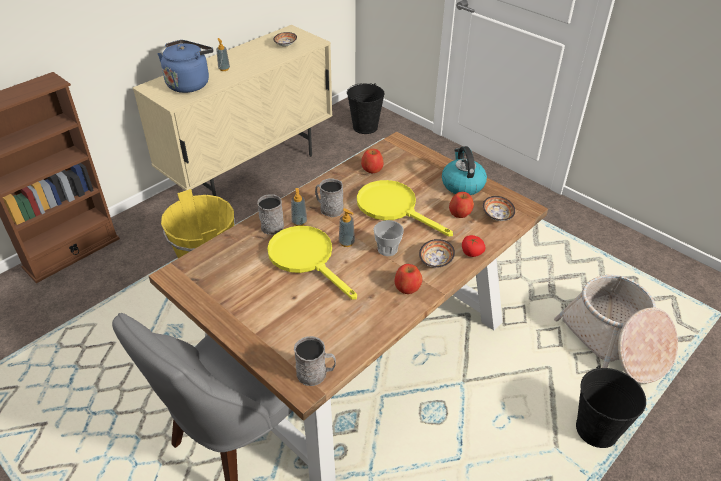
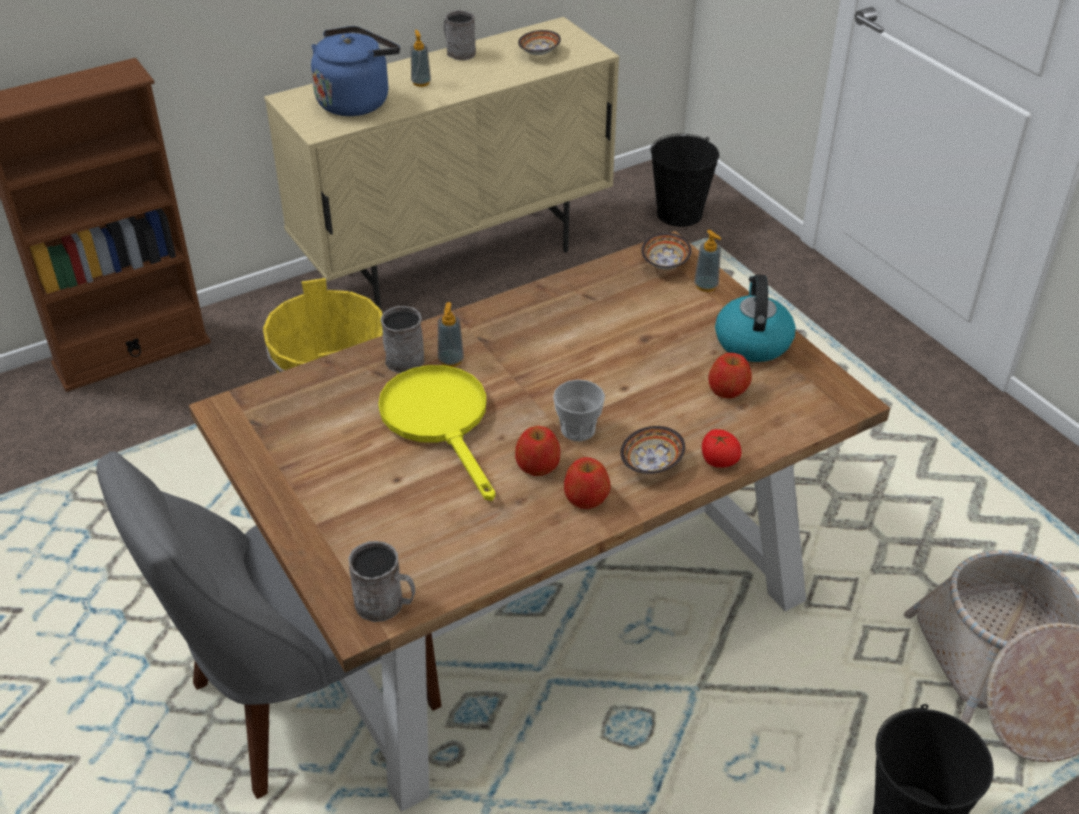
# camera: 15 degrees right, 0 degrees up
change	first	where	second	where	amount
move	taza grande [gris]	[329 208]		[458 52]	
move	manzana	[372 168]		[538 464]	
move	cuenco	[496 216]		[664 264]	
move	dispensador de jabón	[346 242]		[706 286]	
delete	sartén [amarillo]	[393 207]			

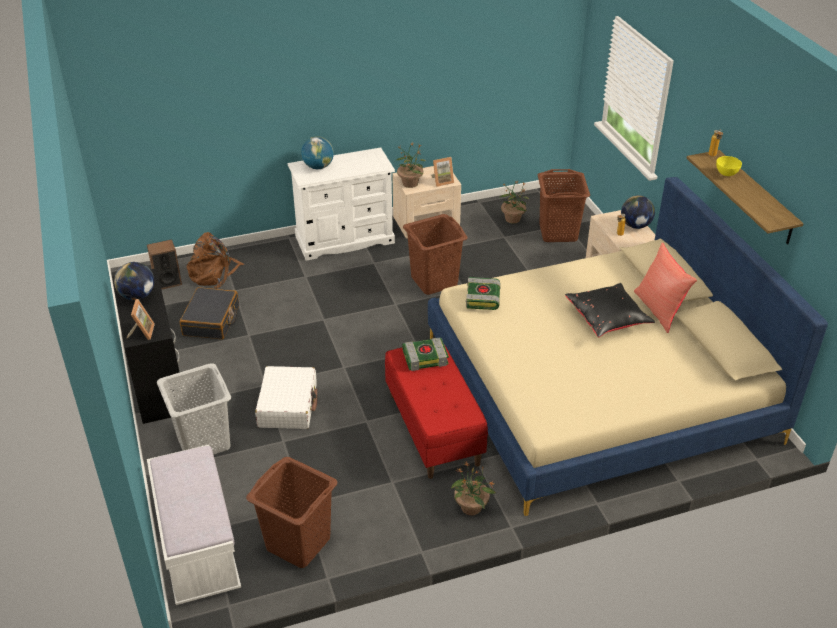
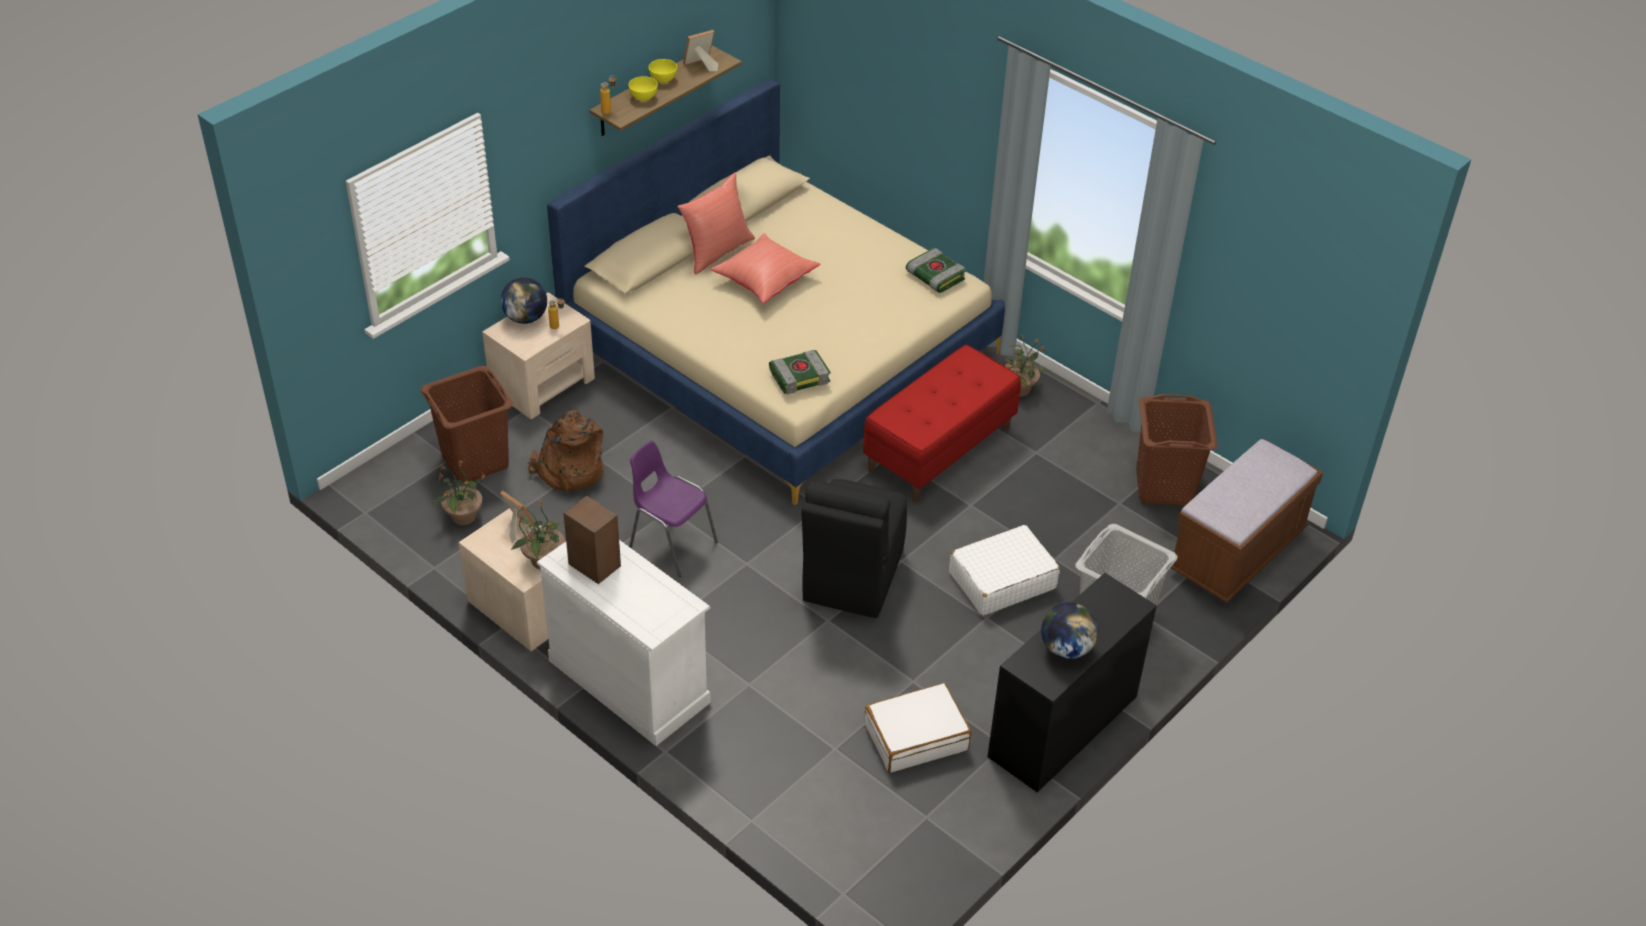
# camera: 120 degrees left, 5 degrees up
change	first	where	second	where	amount
move	mochila [marrón]	[214 274]		[569 470]	
move	altavoz	[167 282]		[594 565]	
replace	cesto de la ropa [marrón]	[434 281]	silla [morado]	[671 543]	
insert			cuenco [amarillo]	[663 79]	
move	portarretratos	[142 332]		[700 65]	
recolor	cojín [negro]	[607 320]	cojín [rojo]	[764 280]	
insert			silla [negro]	[851 577]	
recolor	maleta [negro]	[211 321]	maleta [blanco]	[916 736]	
move	libro	[425 357]		[934 276]	
recolor	banco [blanco]	[198 549]	banco [marrón]	[1237 553]	
delete	globo terráqueo	[318 167]			

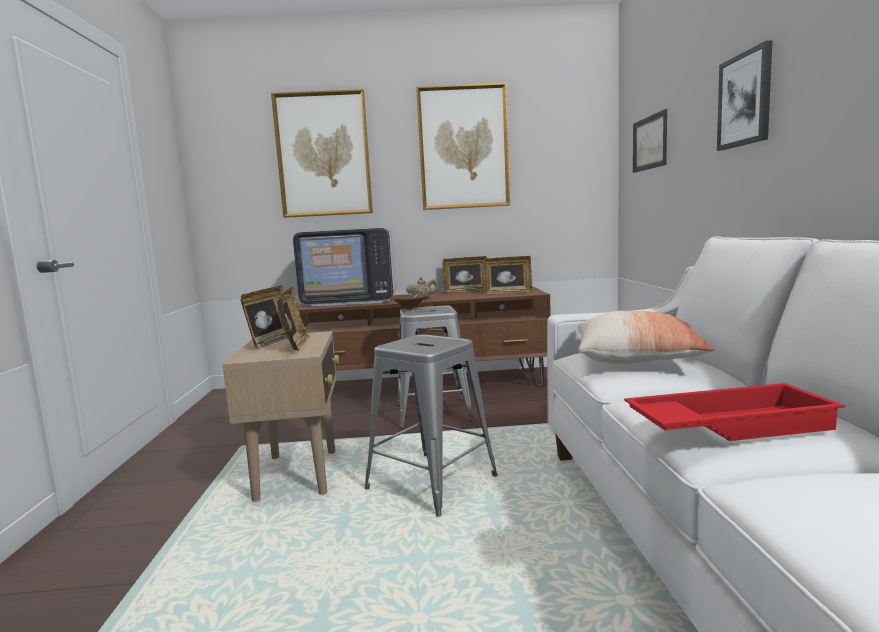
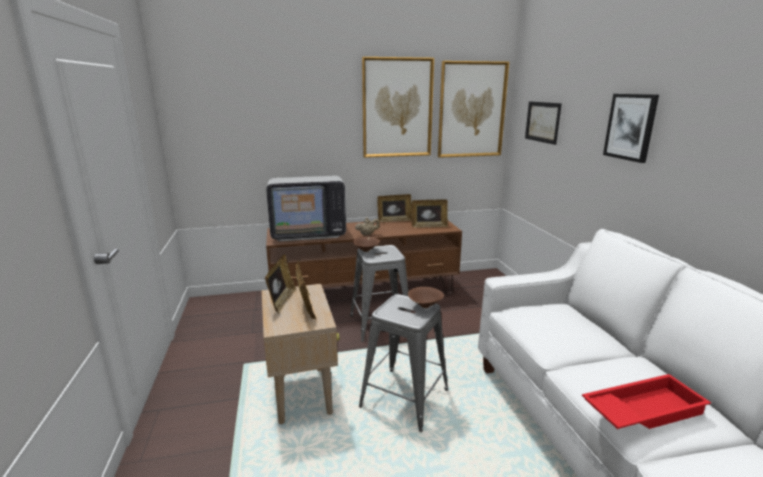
# camera: 10 degrees left, 10 degrees up
change	first	where	second	where	amount
insert			cuenco [marrón]	[424 306]	
move	cuadro	[323 155]		[471 110]	
delete	cojín	[637 359]			

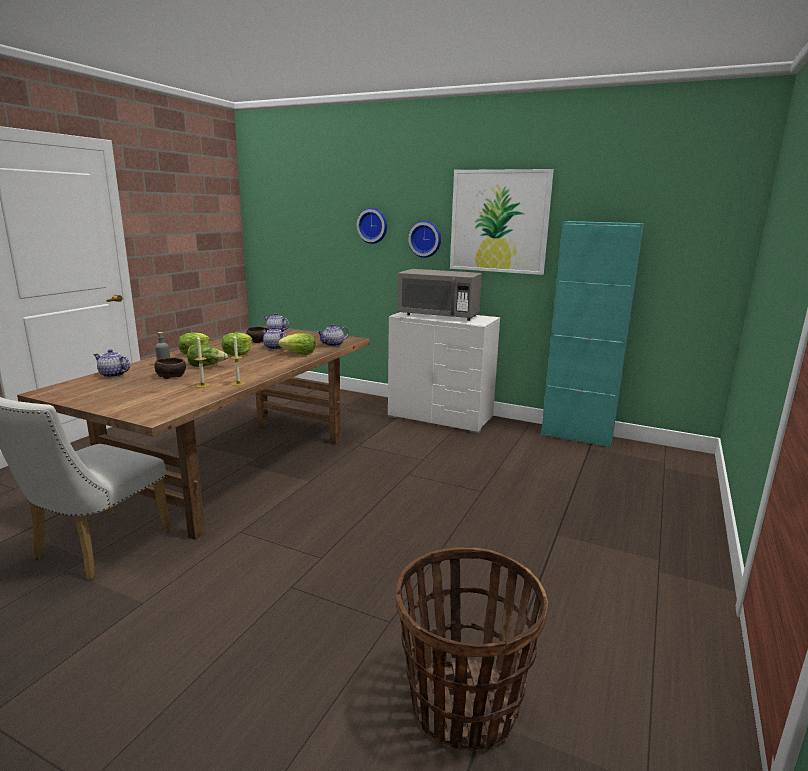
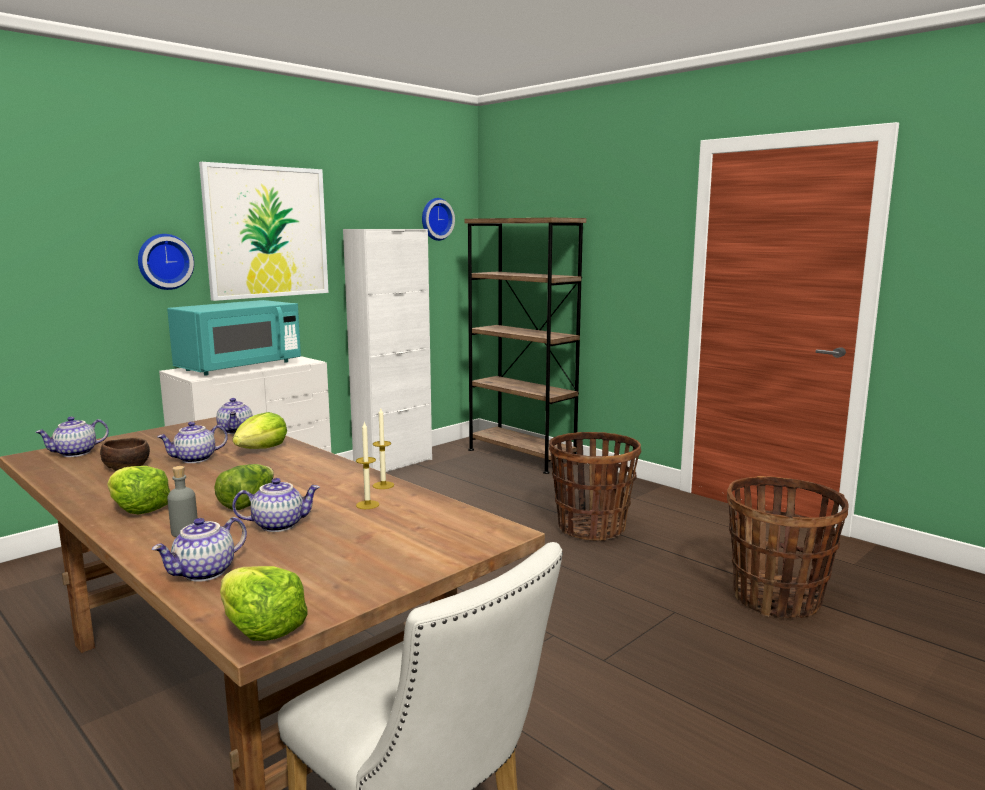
# camera: 70 degrees left, 5 degrees down
change	first	where	second	where	amount
recolor	microondas [gris]	[438 316]	microondas [turquesa]	[239 367]	
move	lechuga	[238 353]		[261 628]	
replace	cuenco [marrón]	[172 375]	tetera	[279 525]	
recolor	armario [turquesa]	[576 436]	armario [blanco]	[393 464]	
move	reloj de pared	[373 225]		[435 219]	
insert			estantería [marrón]	[521 456]	
insert			cesta	[591 528]	

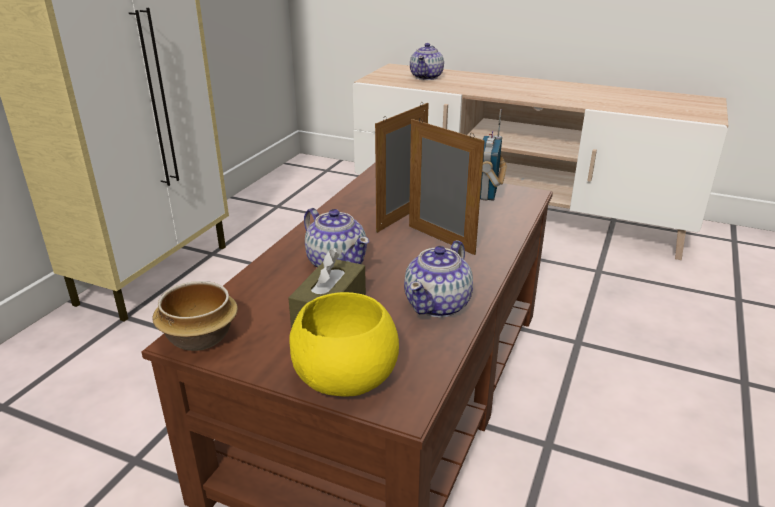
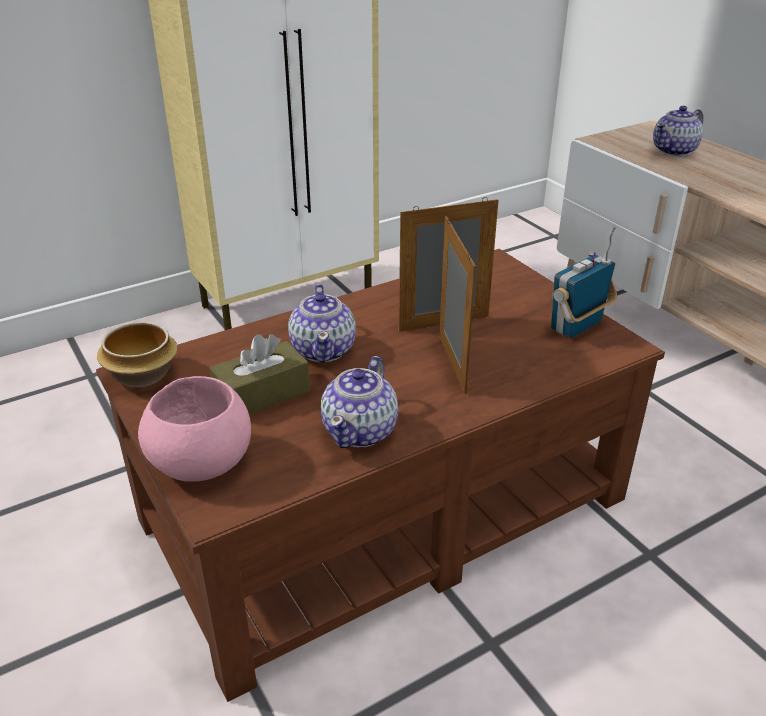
# camera: 35 degrees right, 5 degrees up
change	first	where	second	where	amount
recolor	cuenco [amarillo]	[345 376]	cuenco [rosa]	[202 460]	
rotate	tetera	[438 304]		[361 431]	45 degrees counterclockwise

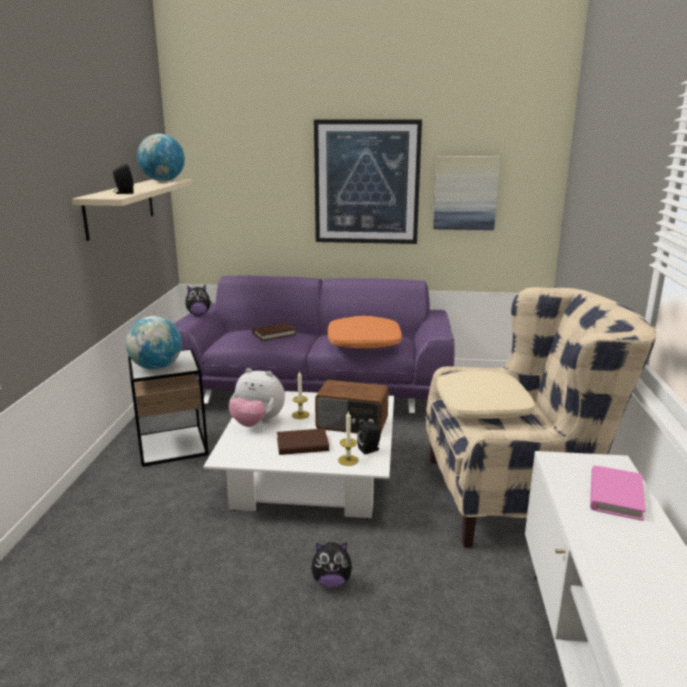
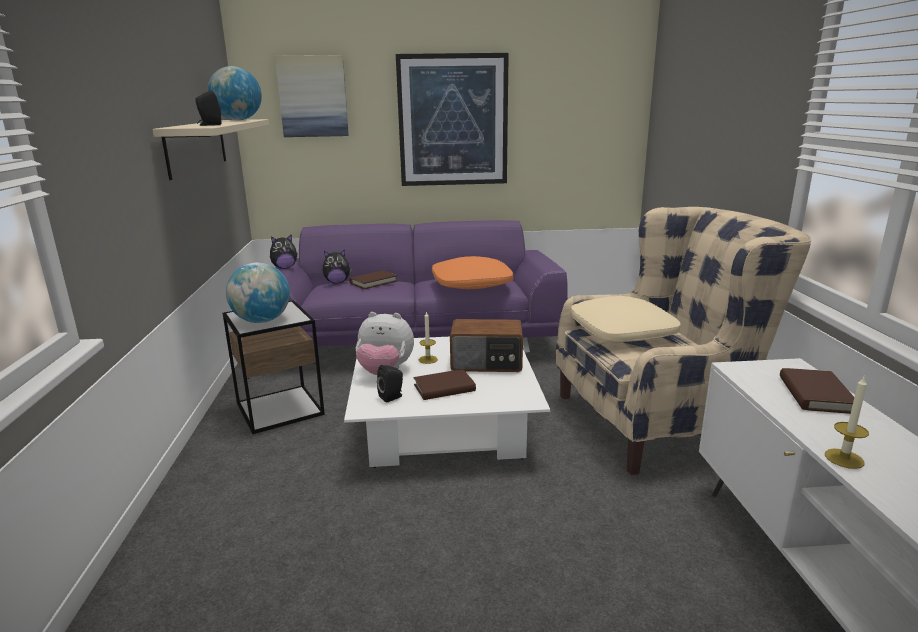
# camera: 10 degrees left, 0 degrees up
change	first	where	second	where	amount
move	cuadro	[465 193]		[313 96]	
move	peluche	[331 582]		[337 282]	
move	altavoz [negro]	[370 449]		[392 397]	
recolor	libro [rosa]	[615 496]	libro [marrón]	[815 394]	
move	vela	[348 460]		[844 458]	

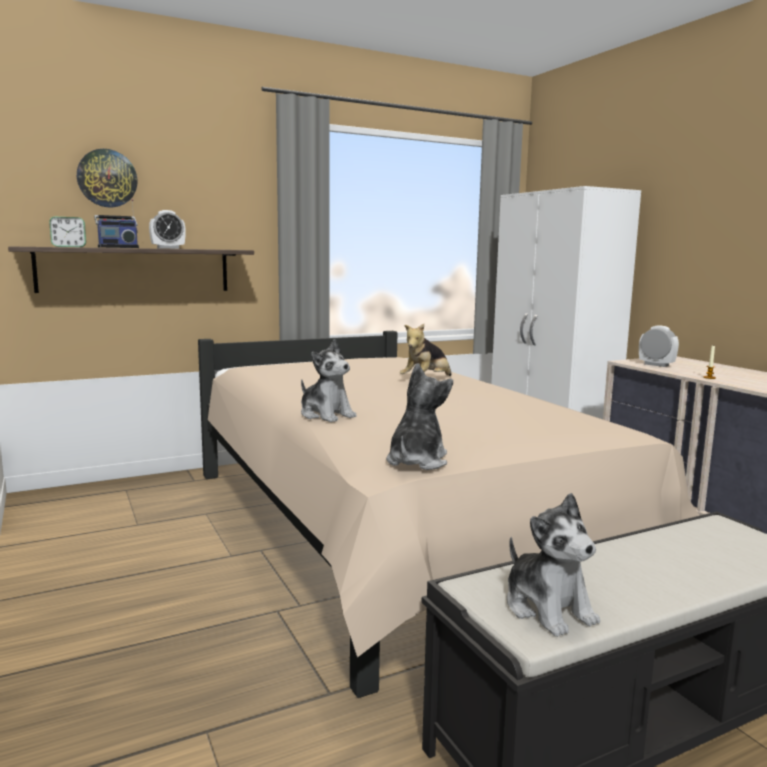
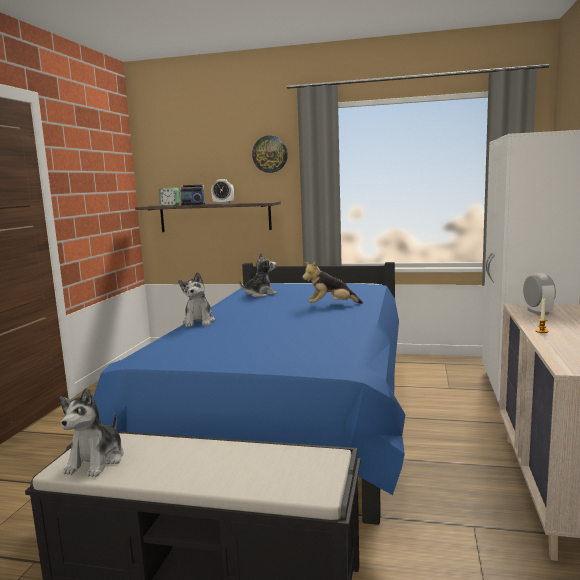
# camera: 40 degrees right, 0 degrees up
change	first	where	second	where	amount
recolor	cama [beis]	[389 534]	cama [azul]	[289 417]	
move	peluche	[416 461]		[260 294]	
move	reloj de pared	[107 178]		[270 154]	

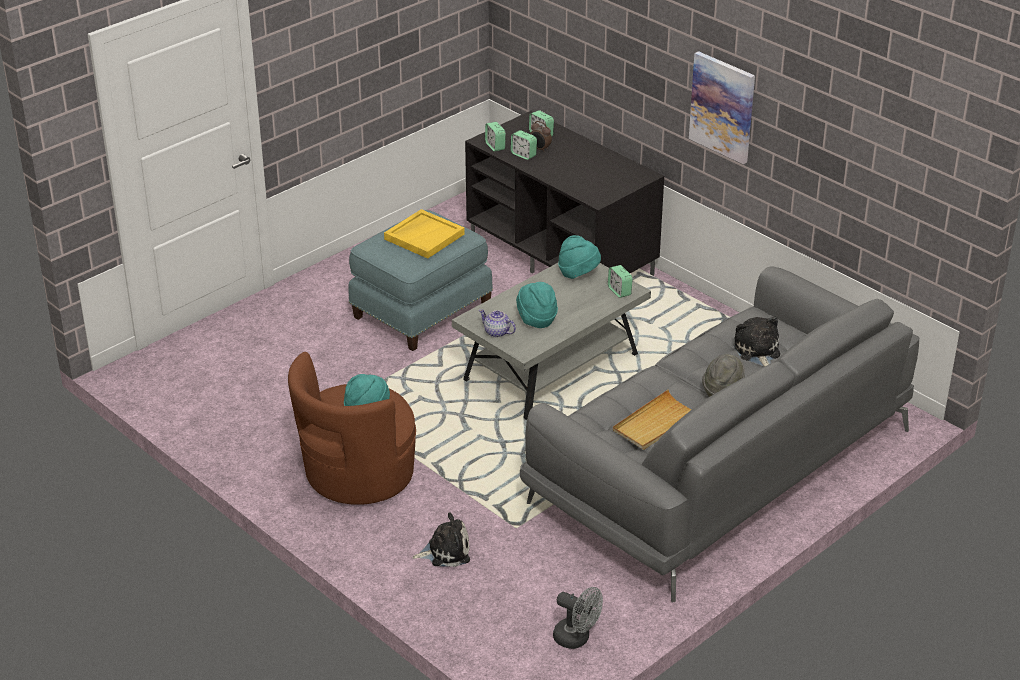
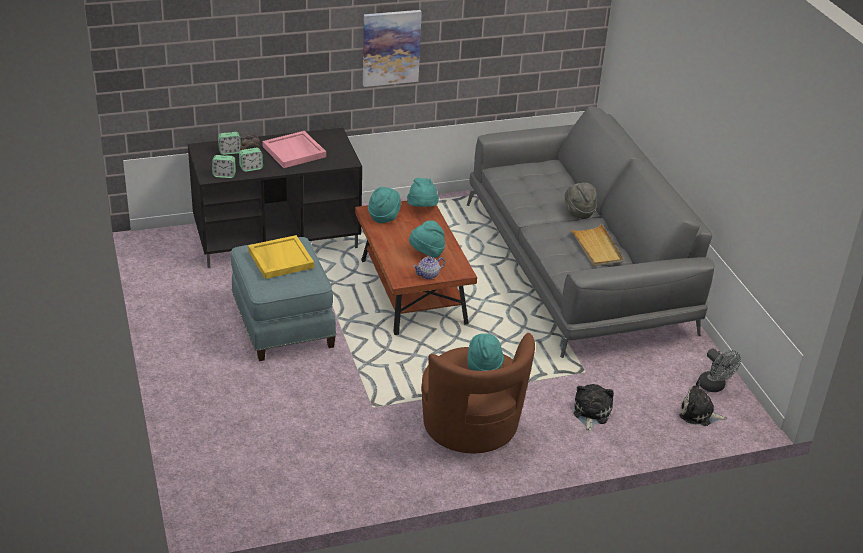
# camera: 65 degrees left, 0 degrees up
change	first	where	second	where	amount
insert			bandeja [rosa]	[294 152]	
recolor	mesa de centro [gris]	[551 367]	mesa de centro [marrón]	[412 292]	
replace	despertador	[619 291]	sombrero [turquesa]	[422 209]	
move	peluche	[757 351]		[699 414]	
rotate	ventilador [gris]	[577 639]		[714 387]	90 degrees clockwise

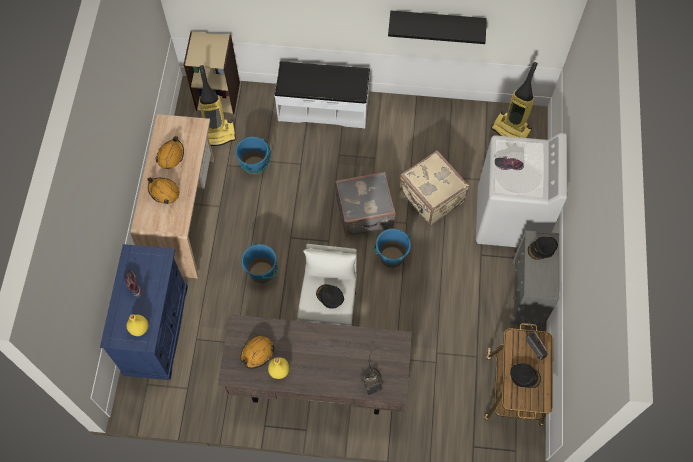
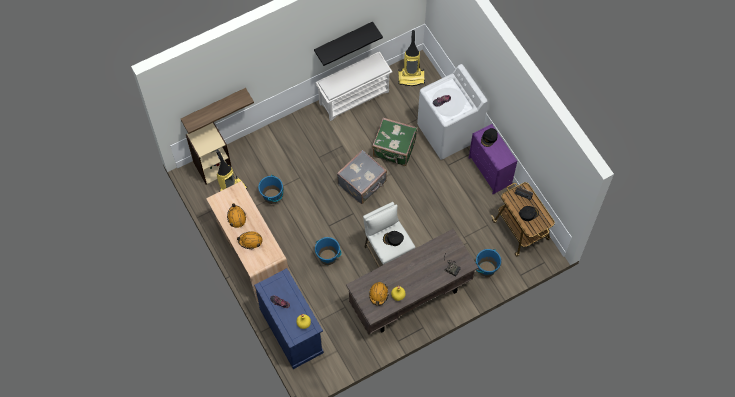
# camera: 35 degrees left, 0 degrees up
change	first	where	second	where	amount
insert			estante	[214 107]	
insert			zapatero [blanco]	[354 97]	
recolor	maleta [beis]	[431 197]	maleta [verde]	[394 149]	
recolor	cómoda [gris]	[527 294]	cómoda [morado]	[490 171]	
move	cubo [azul]	[391 257]		[486 269]	
delete	banco [blanco]	[323 107]			

